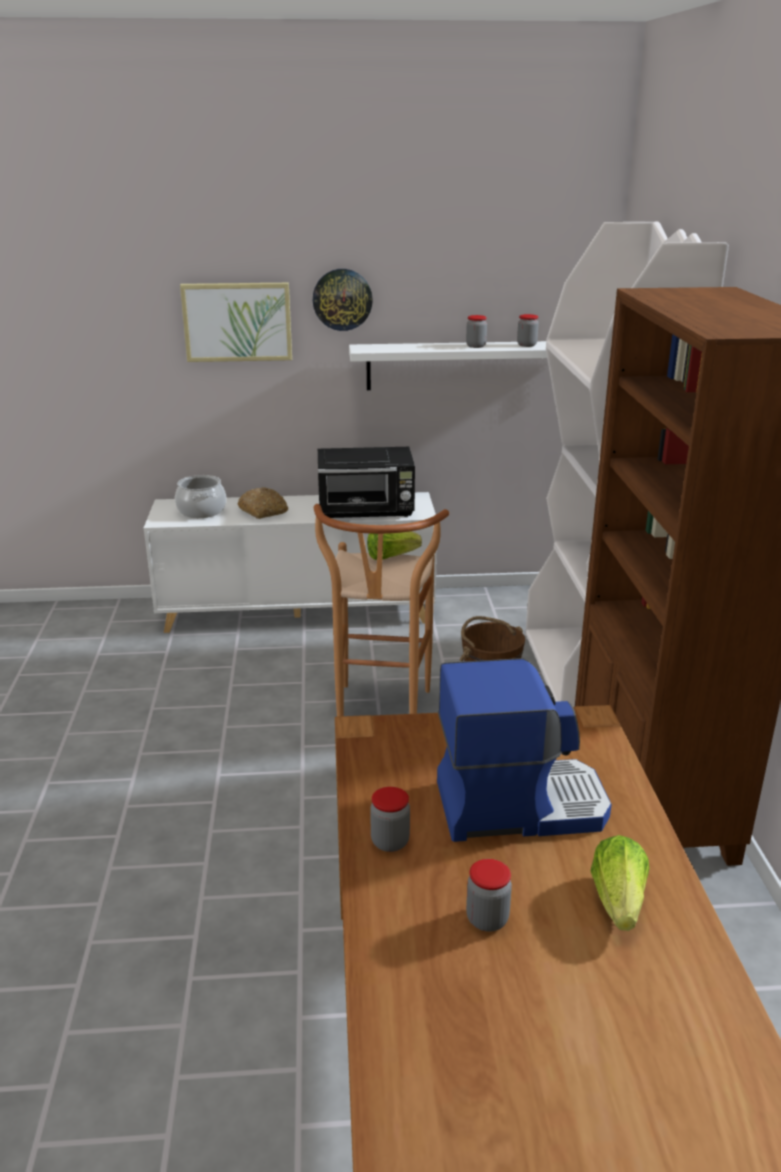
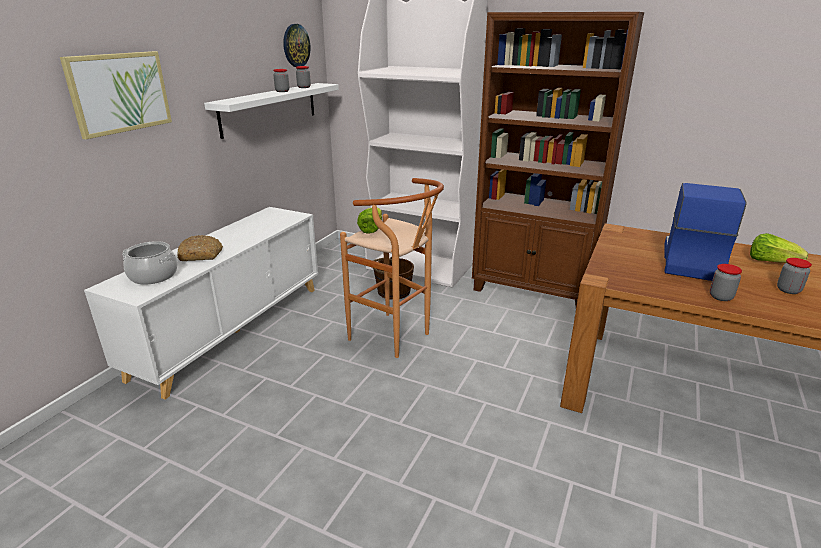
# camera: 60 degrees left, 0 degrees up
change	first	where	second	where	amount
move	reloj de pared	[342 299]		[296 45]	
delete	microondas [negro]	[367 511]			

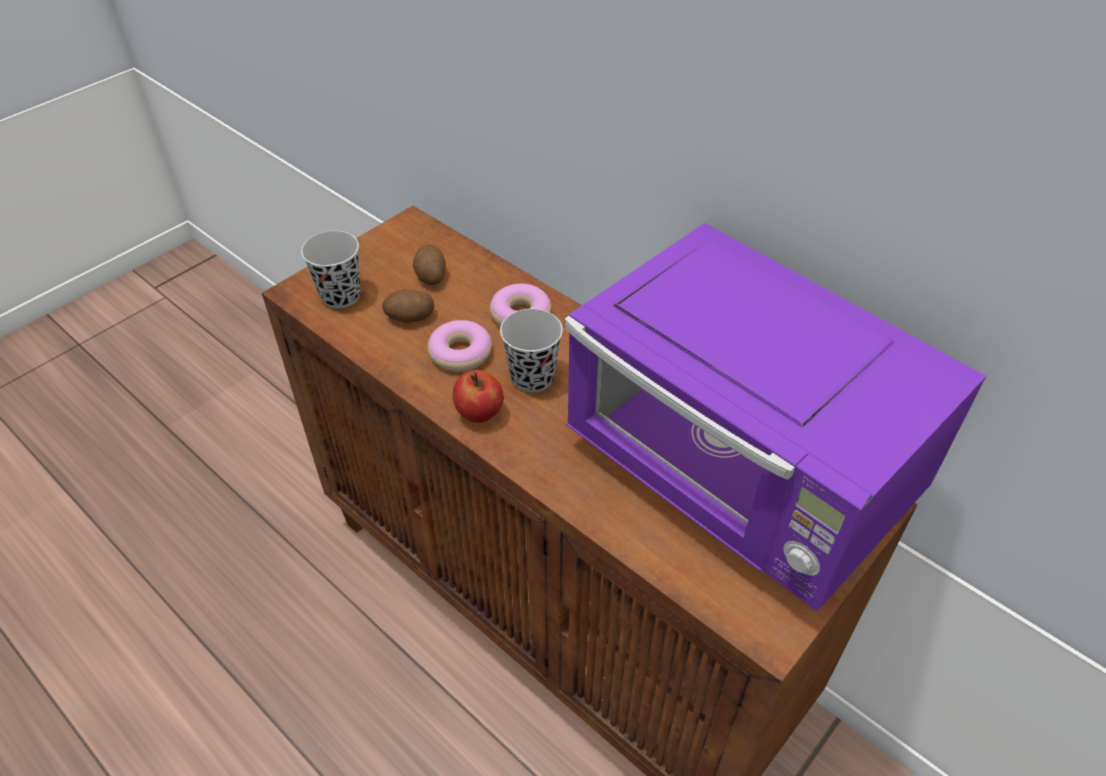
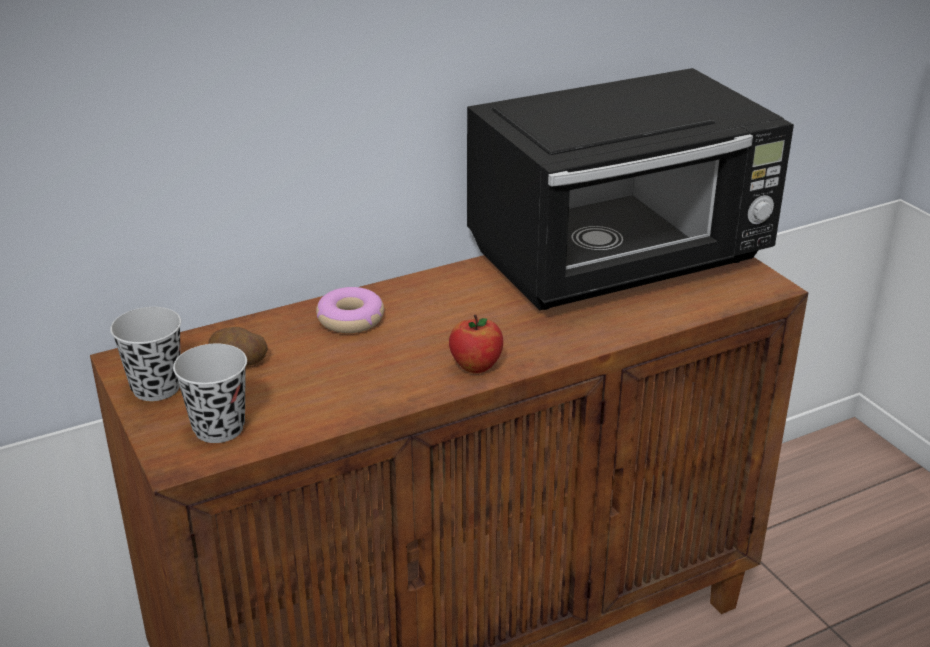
# camera: 70 degrees left, 15 degrees down
change	first	where	second	where	amount
move	taza [negro]	[532 377]		[156 388]	
recolor	microondas [morado]	[739 478]	microondas [negro]	[621 261]	
delete	patata	[410 317]			
delete	rosquilla	[460 353]			

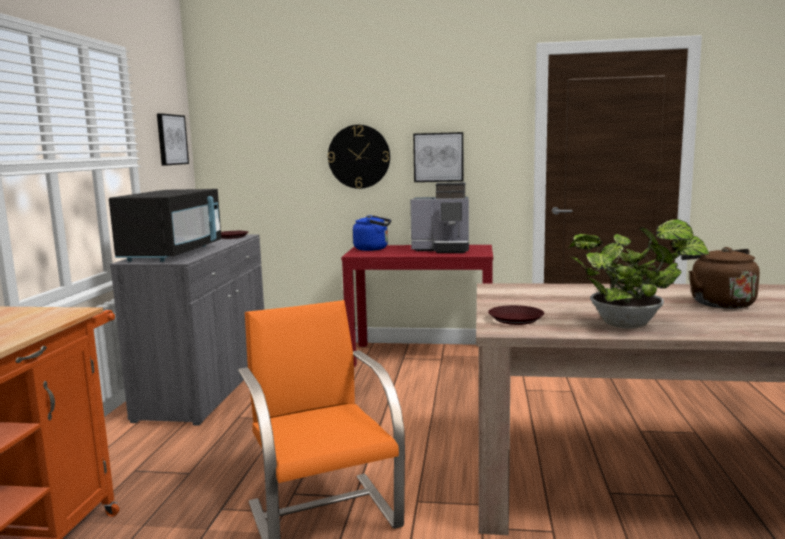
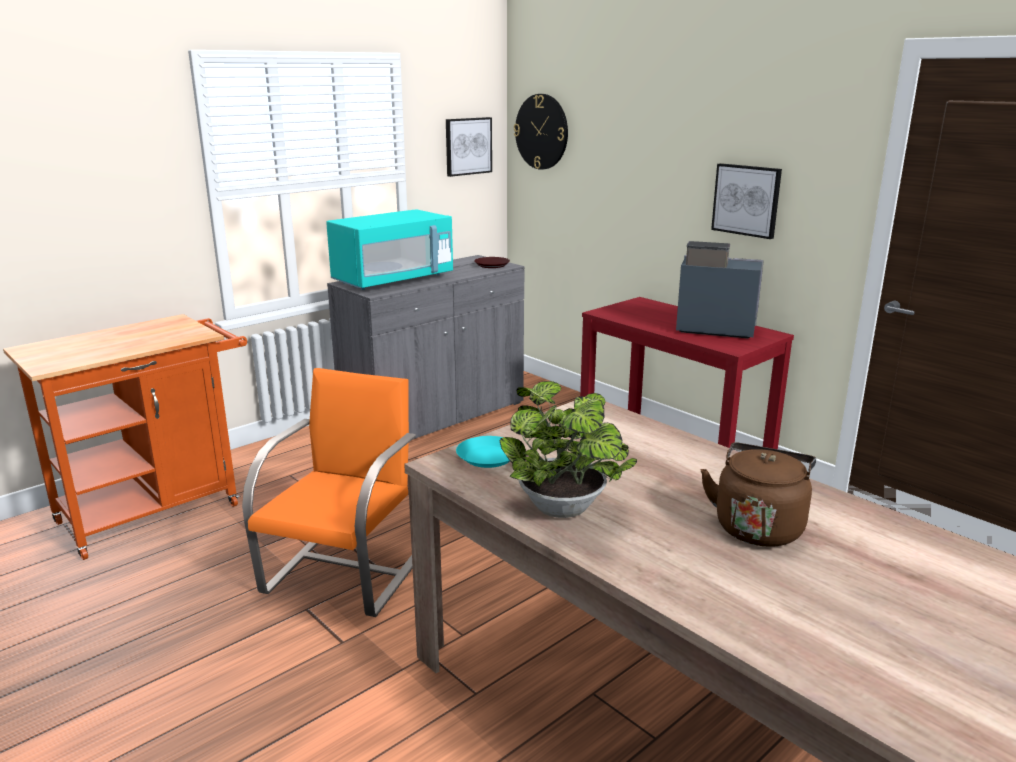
# camera: 40 degrees right, 10 degrees up
change	first	where	second	where	amount
recolor	microondas [negro]	[173 253]	microondas [turquesa]	[393 280]	
recolor	plato [marrón]	[516 319]	plato [turquesa]	[487 457]	
move	reloj de pared	[359 156]		[541 132]	
rotate	cafetera	[443 249]		[712 328]	150 degrees clockwise
delete	hervidor [azul]	[373 249]			

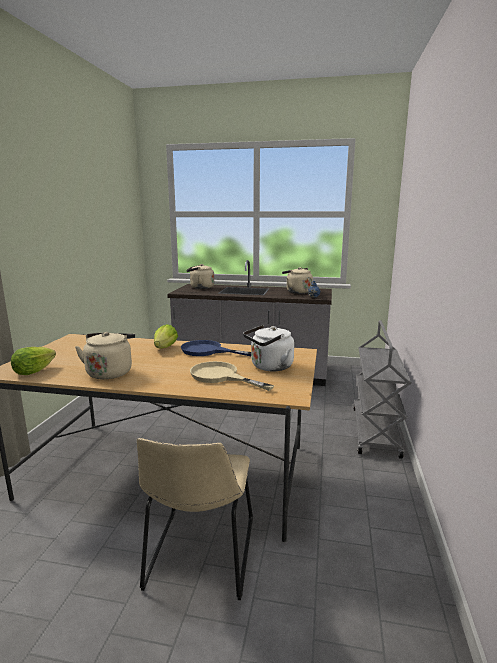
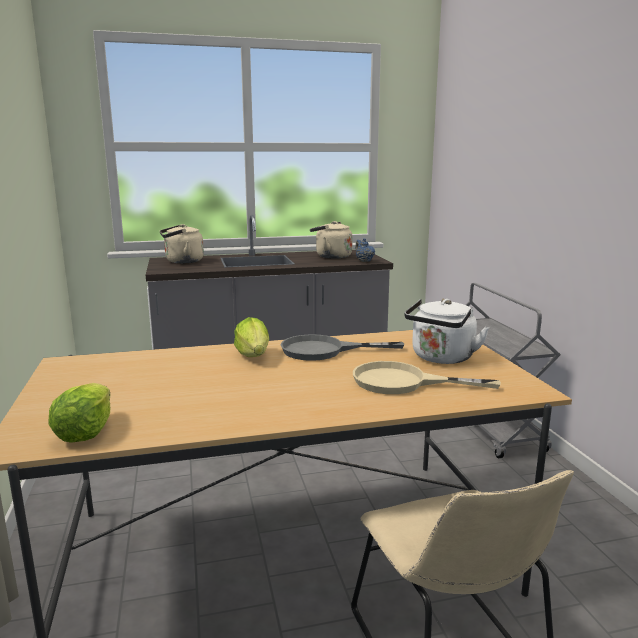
# camera: 25 degrees left, 0 degrees up
change	first	where	second	where	amount
recolor	sartén [azul]	[208 351]	sartén [gris]	[324 350]	
delete	hervidor [beis]	[110 372]			

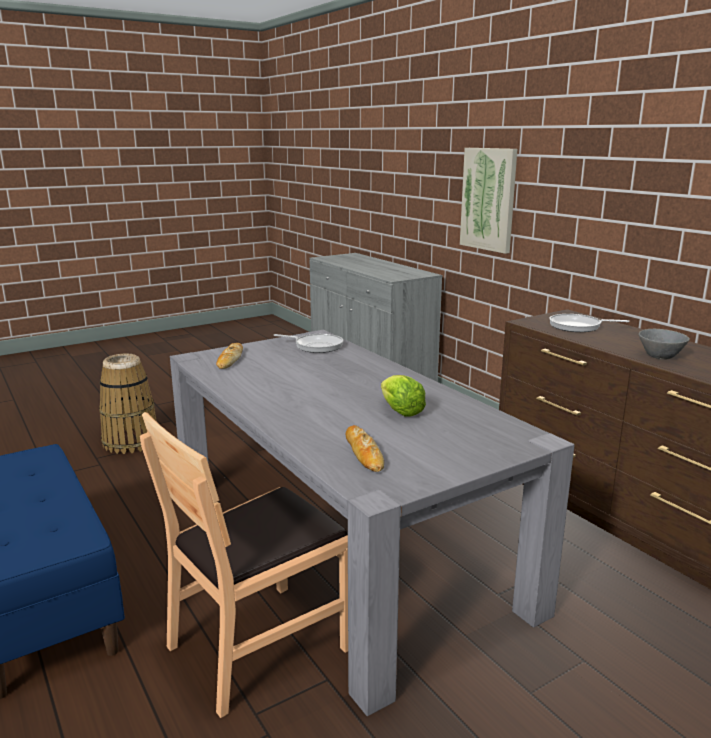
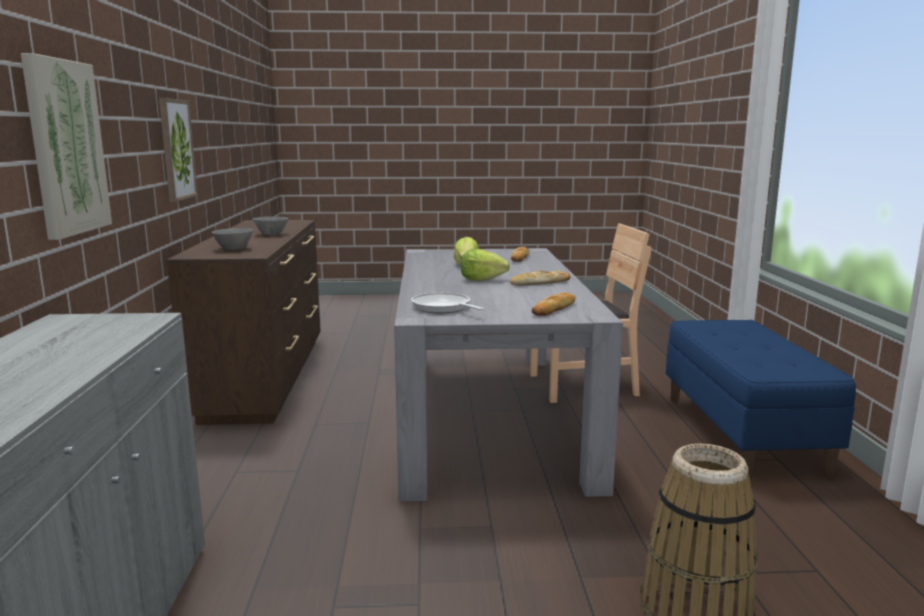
# camera: 150 degrees left, 5 degrees down
change	first	where	second	where	amount
insert			cuadro	[176 149]	
replace	sartén	[578 326]	cuenco [gris]	[234 248]	
insert			lechuga	[481 279]	
insert			pan	[539 283]	

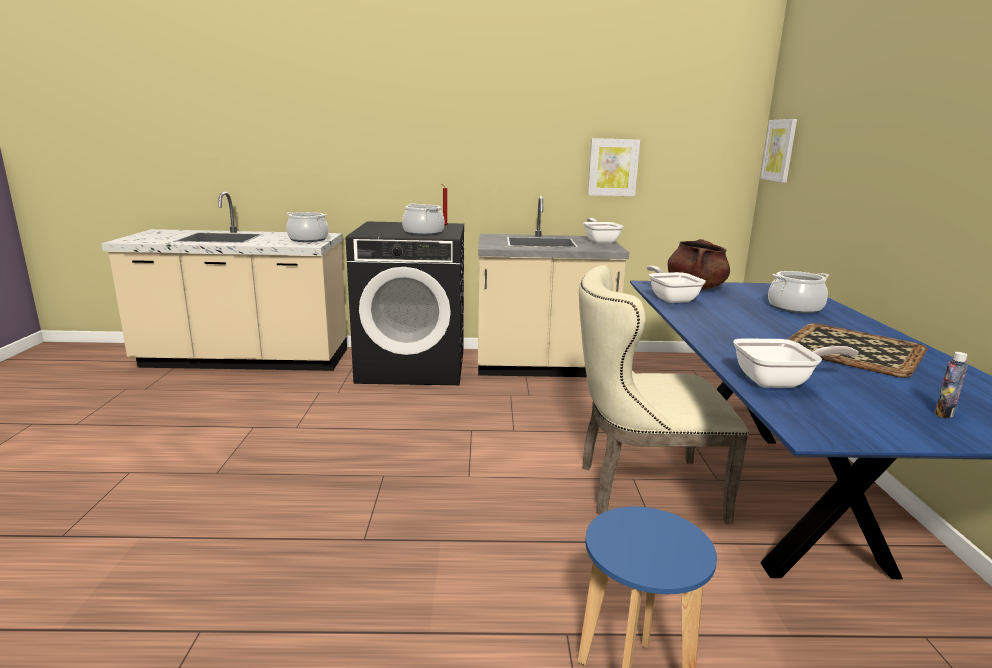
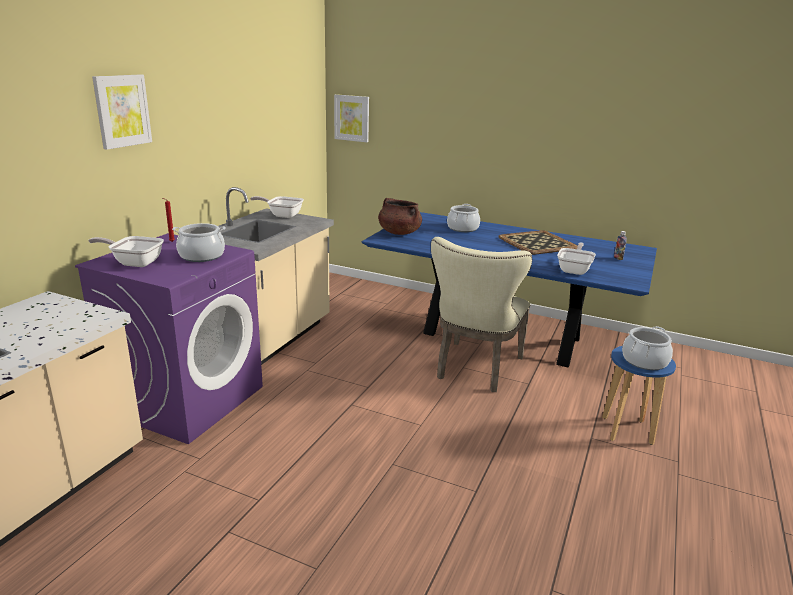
# camera: 65 degrees left, 5 degrees up
change	first	where	second	where	amount
recolor	lavadora [negro]	[413 366]	lavadora [morado]	[187 399]	
move	sartén	[671 298]		[134 262]	
move	cuadro	[613 167]		[122 111]	
move	olla	[308 239]		[644 361]	

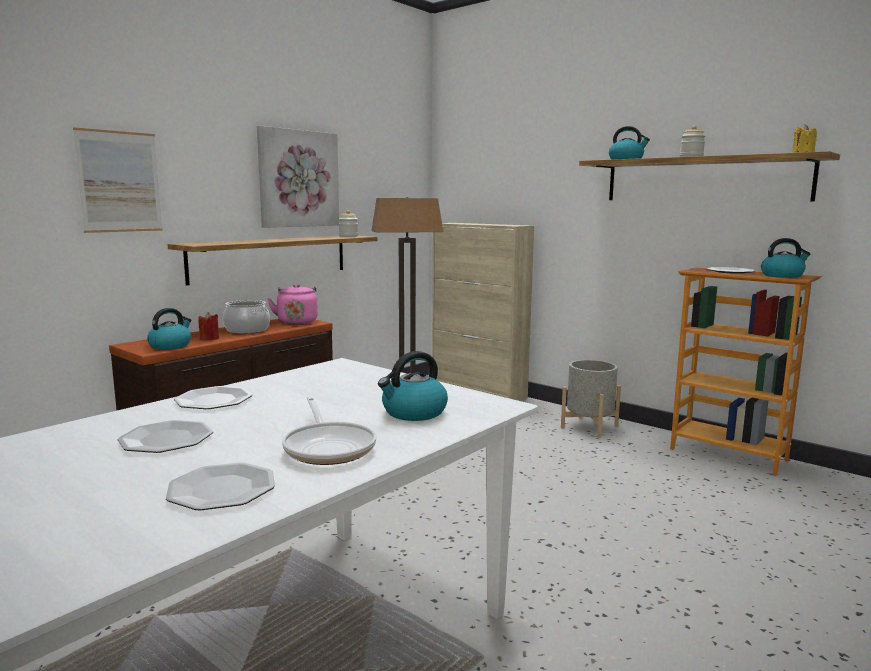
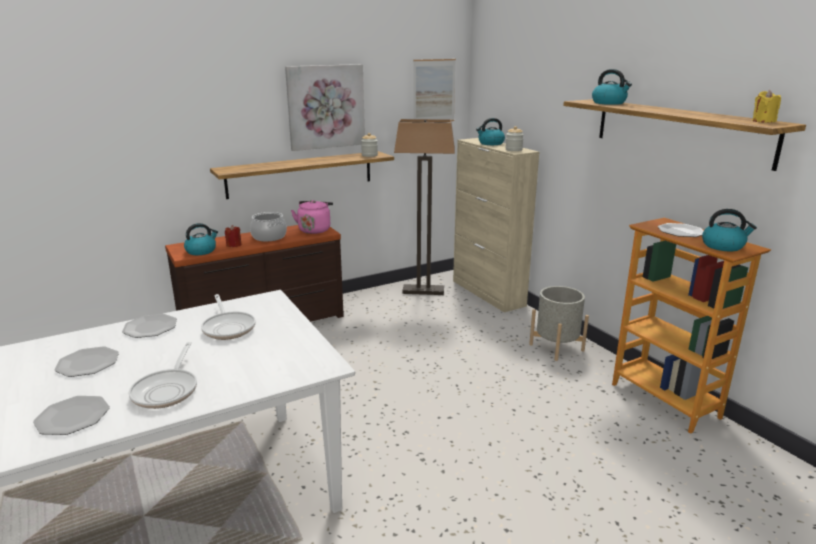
# camera: 20 degrees right, 10 degrees up
change	first	where	second	where	amount
insert			sartén	[228 327]	
move	cuadro	[119 182]		[434 91]	
move	hervidor	[413 413]		[490 143]	
move	tarro	[691 157]		[513 150]	

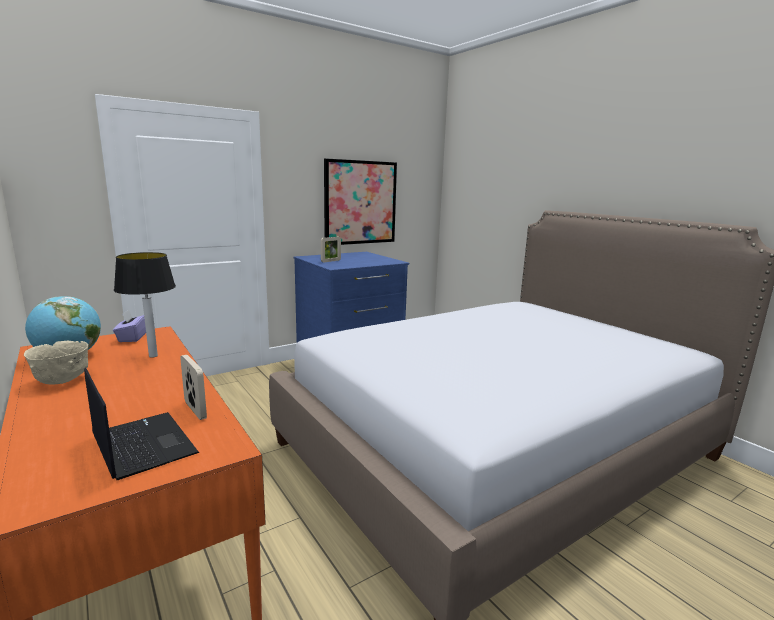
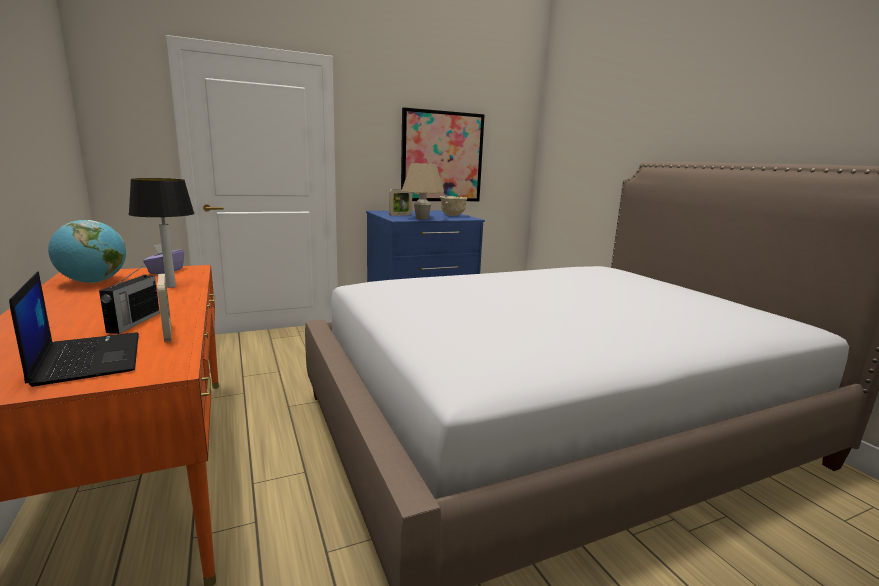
# camera: 10 degrees right, 0 degrees up
change	first	where	second	where	amount
insert			radio	[133 323]	
insert			lámpara de mesa [beis]	[422 218]	
move	cuenco [beis]	[62 381]		[452 215]	

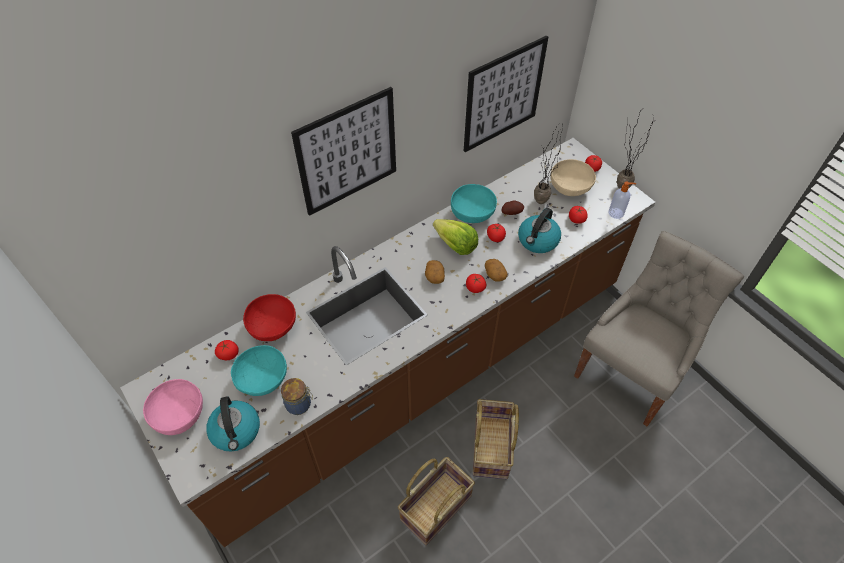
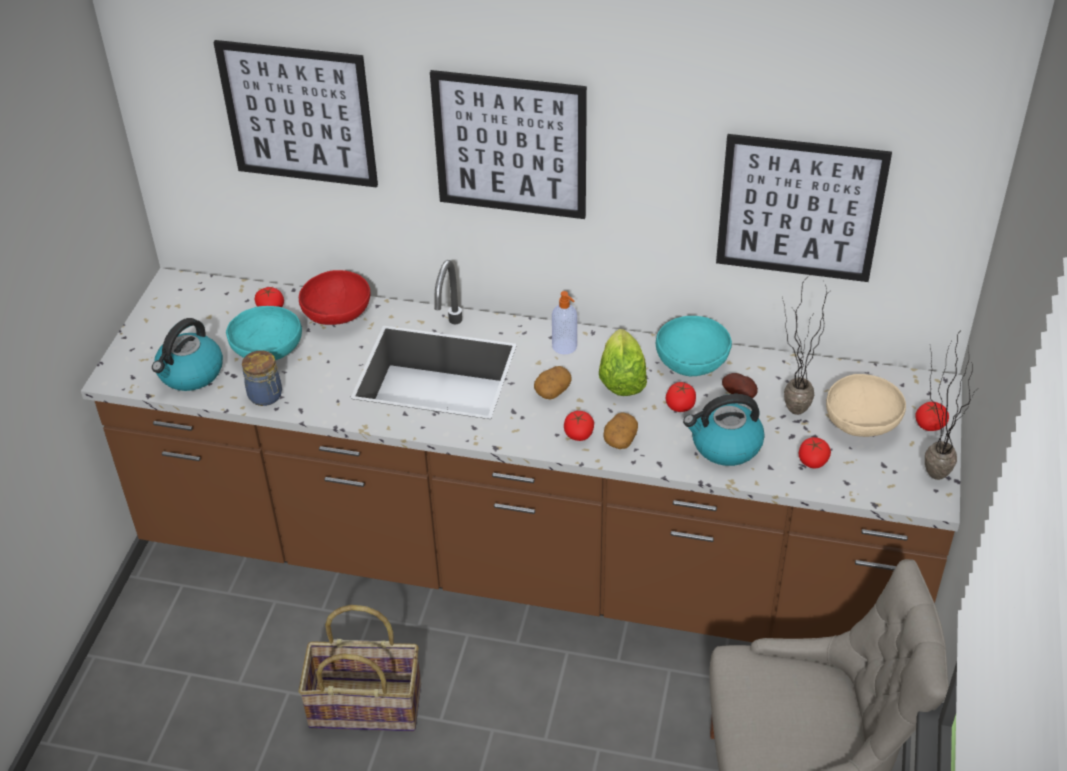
# camera: 50 degrees right, 10 degrees down
change	first	where	second	where	amount
insert			cuadro	[298 114]	
move	dispensador de jabón	[616 213]		[565 347]	
delete	cuenco [rosa]	[179 414]			
delete	cesta	[492 447]			

